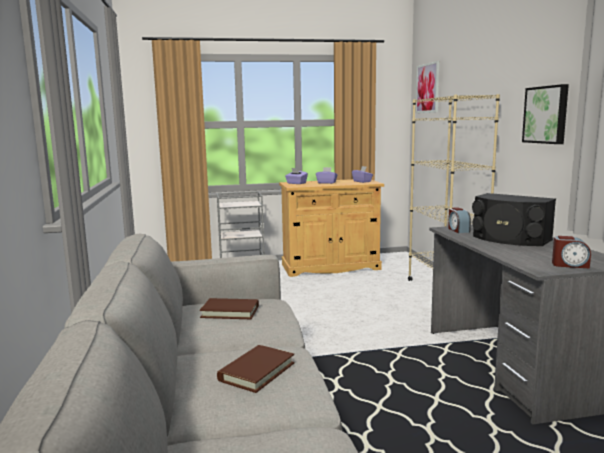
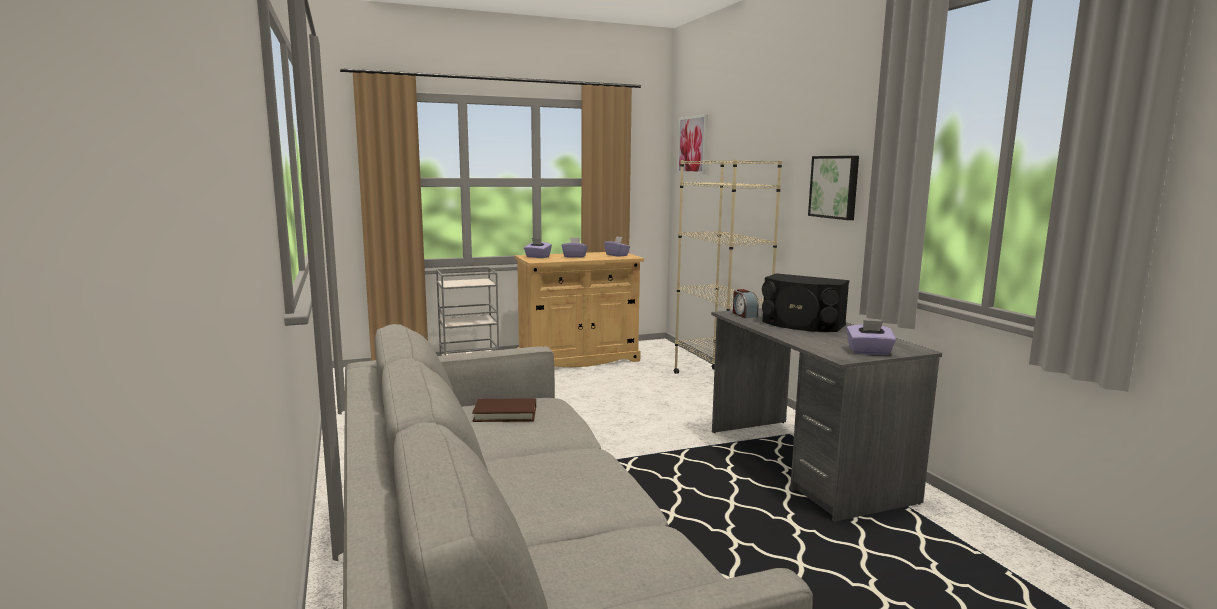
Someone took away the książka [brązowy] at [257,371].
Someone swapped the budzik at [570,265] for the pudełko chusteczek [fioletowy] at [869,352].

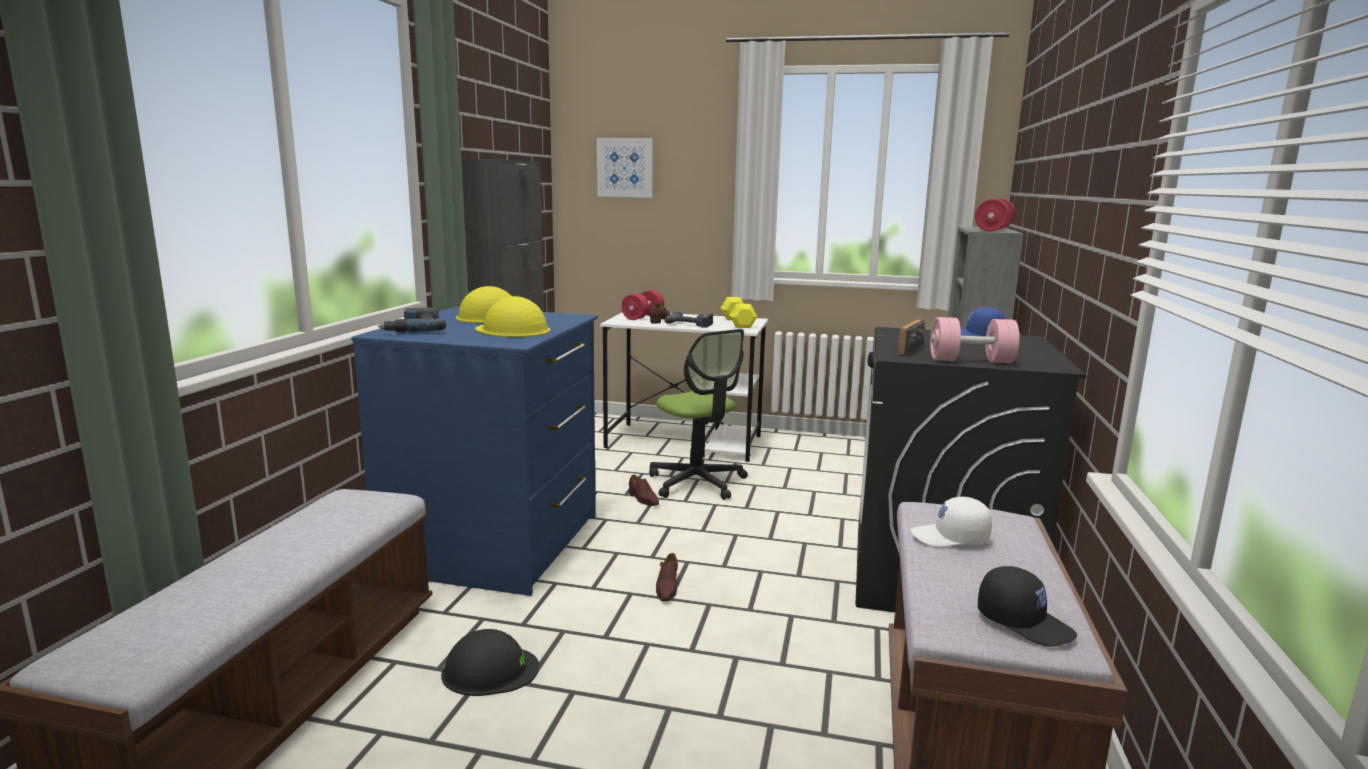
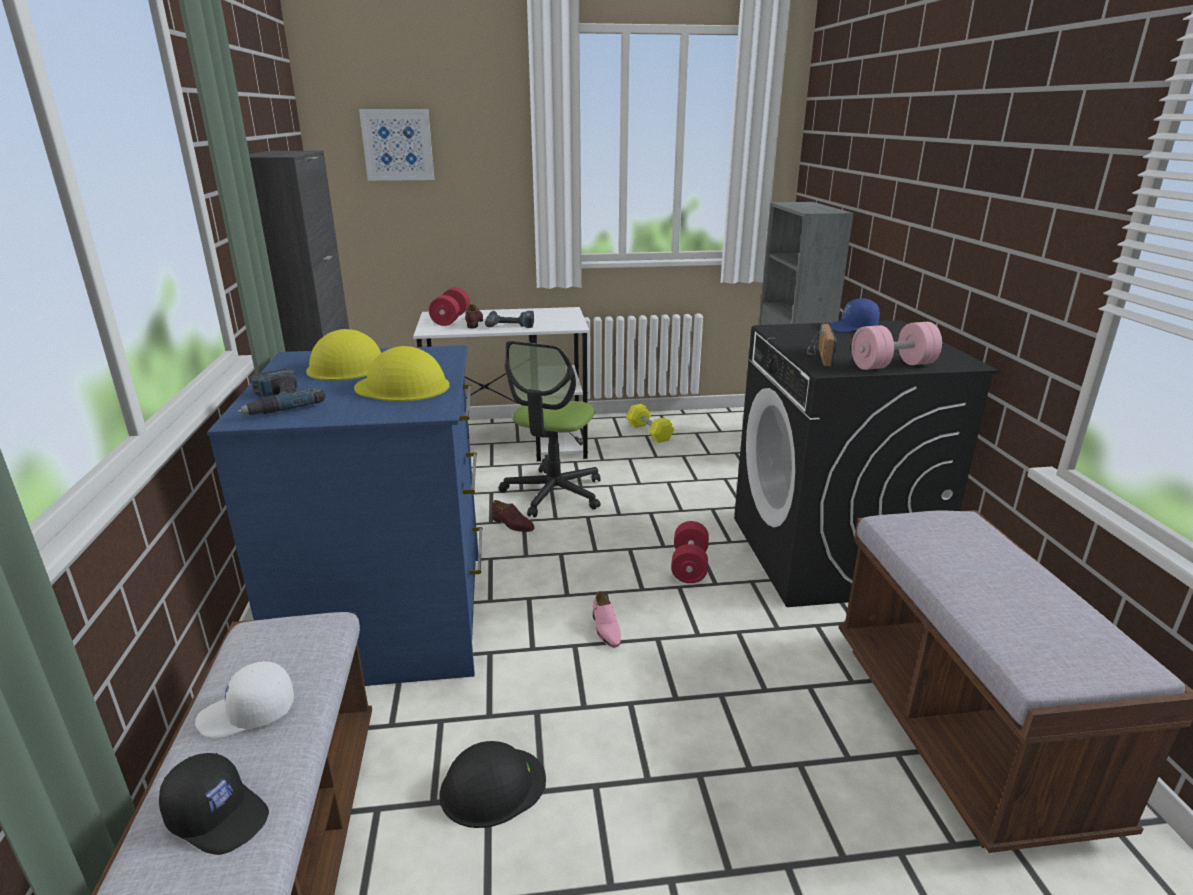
Someone carried the hantel [żółty] from [737,323] to [649,432].
Someone carried the czapka z daszkiem [biały] from [950,538] to [247,714].
Someone carried the hantel [czerwony] from [993,230] to [689,566].
Someone carried the czapka z daszkiem [czarny] from [1024,622] to [219,815].
Someone repainted the but [brązowy] at [667,587], which became the but [różowy] at [605,629].
Someone rotated the krzesło biurowe at [697,482] by 75 degrees clockwise.

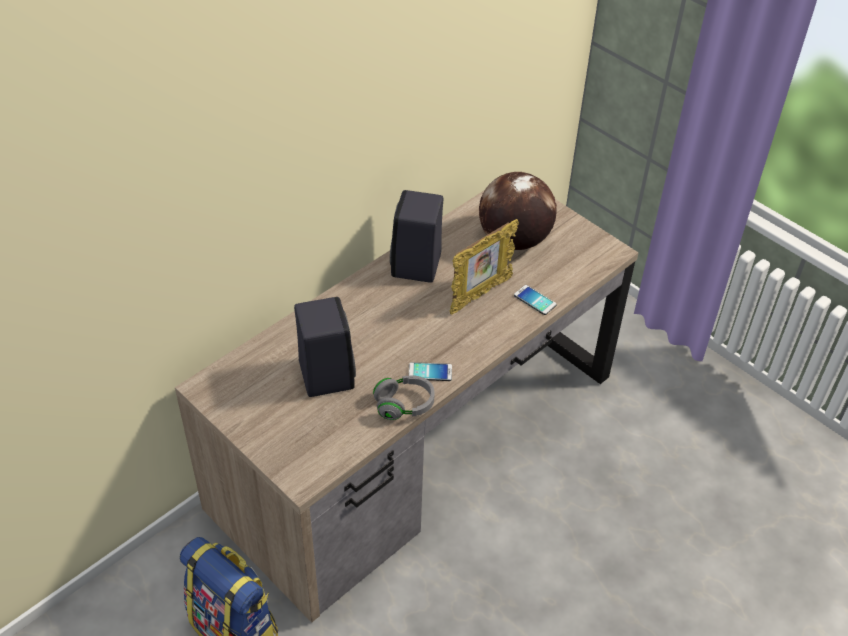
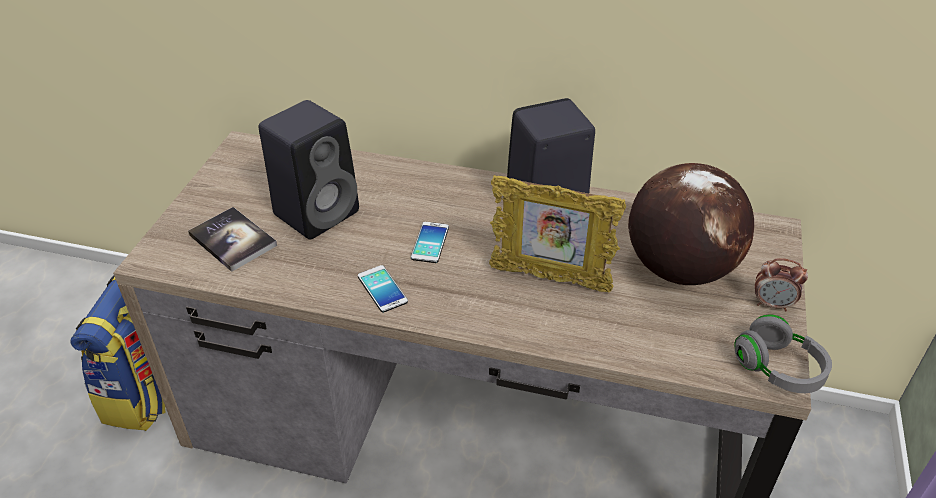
Someone put down the książka at [233,240].
Someone put down the budzik at [772,304].
Someone carried the słuchawki [szary] from [404,405] to [778,369].
Someone carried the telefon from [535,300] to [430,243].

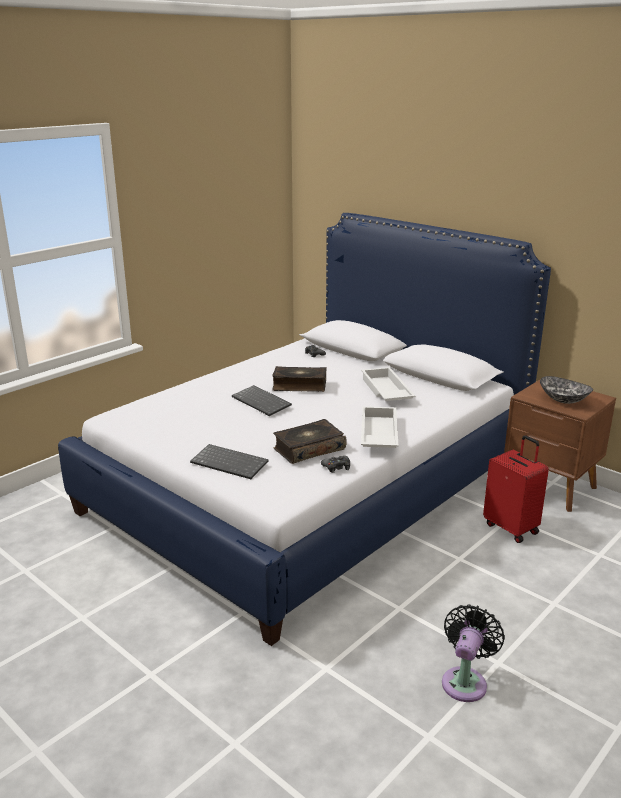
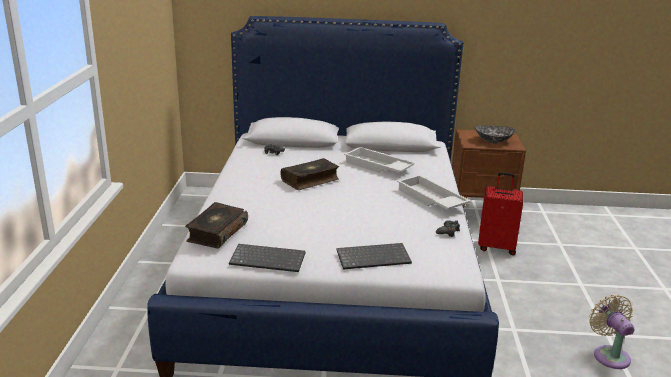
Someone carried the klawiatura from [262,402] to [269,259].
Someone carried the książka from [308,449] to [216,232].
Someone repainted the wentylator [czarny] at [465,681], which became the wentylator [beżowy] at [609,355].

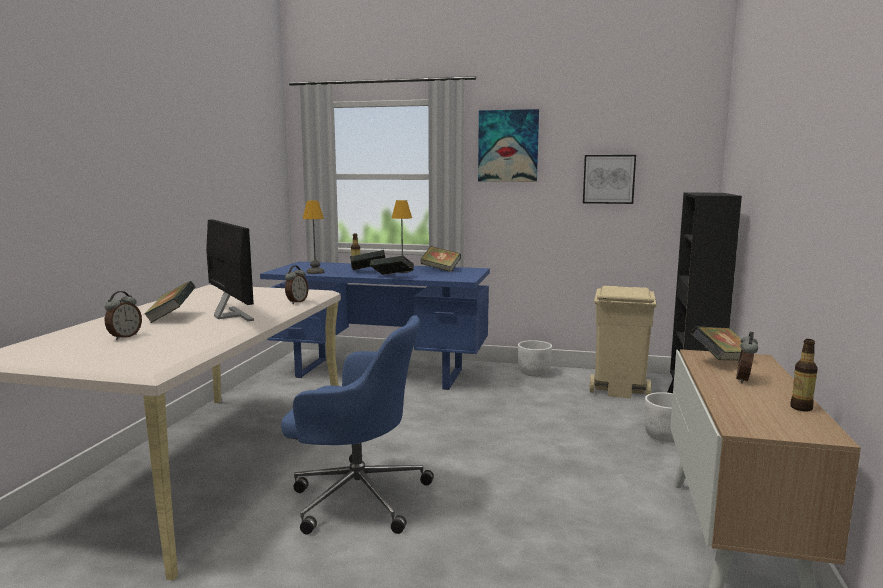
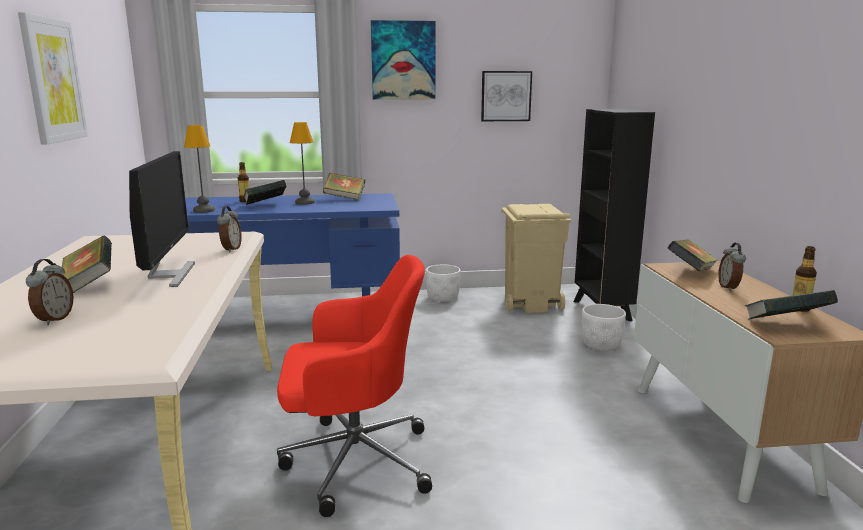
Someone put up the obraz at [53,80].
Someone carried the książka from [392,277] to [785,326].
Someone repainted the krzesło biurowe [niebieski] at [356,496], which became the krzesło biurowe [czerwony] at [353,461].
Someone rotated the monitor at [230,316] by 45 degrees clockwise.

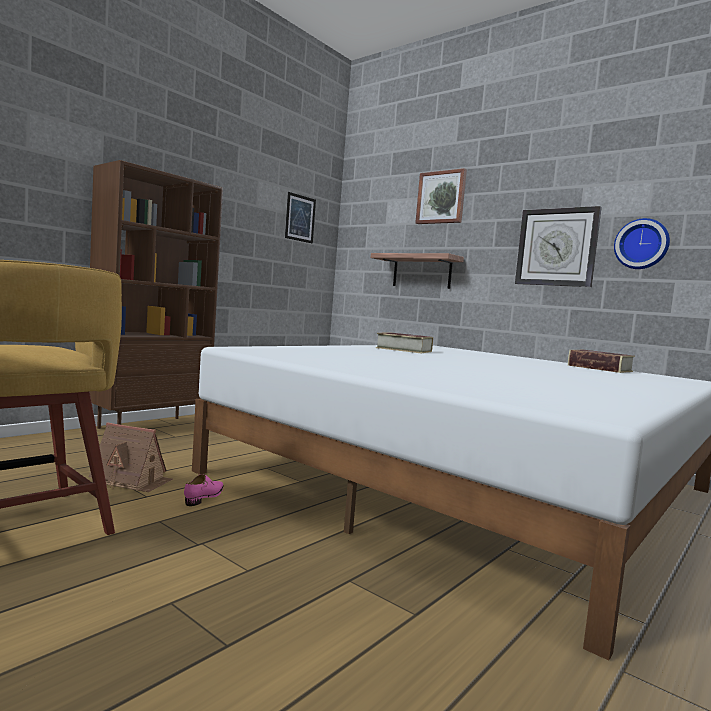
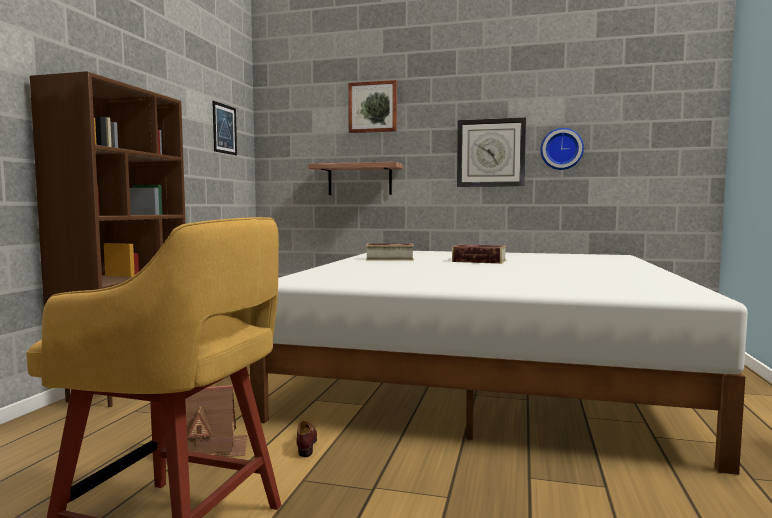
Someone carried the książka from [599,368] to [479,261].
Someone repainted the but [różowy] at [205,497], which became the but [brązowy] at [306,443].

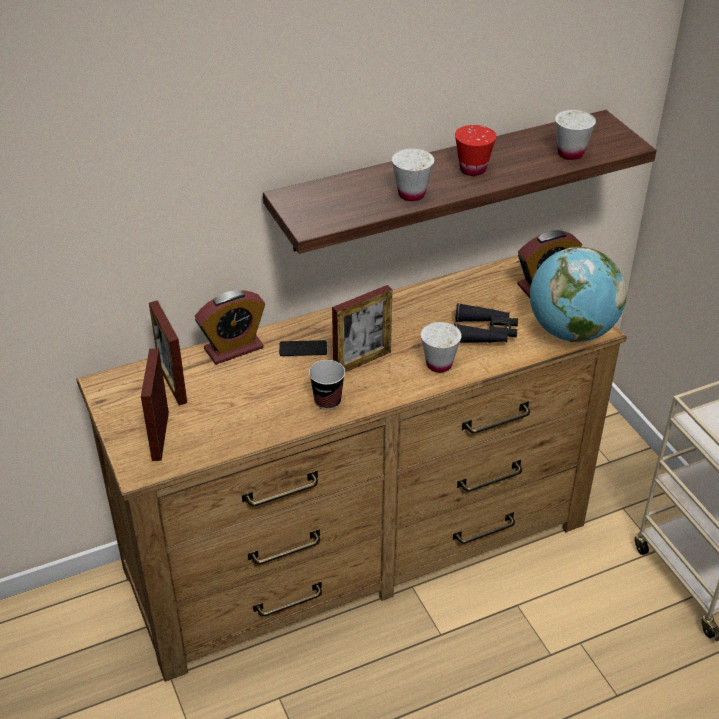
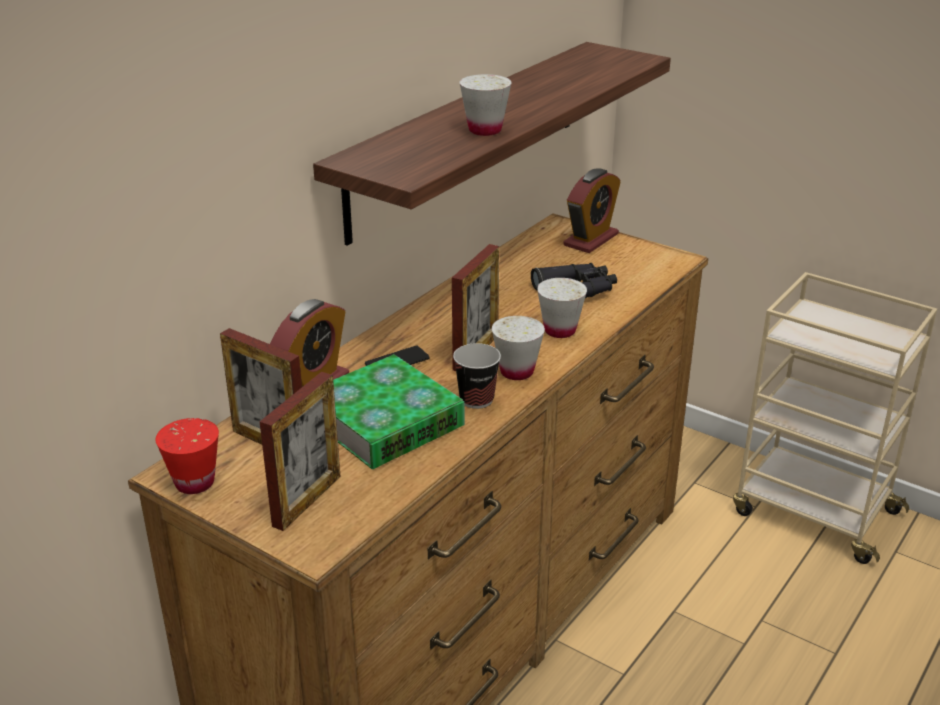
Someone took away the globus at [571,332].
Someone put down the książka at [385,422].
Someone carried the filiżanka [czerwony] from [473,169] to [194,483].
Someone carried the filiżanka [biały] from [570,153] to [517,372].
Someone rotated the ramka na zdjęcie at [160,436] by 120 degrees counterclockwise.

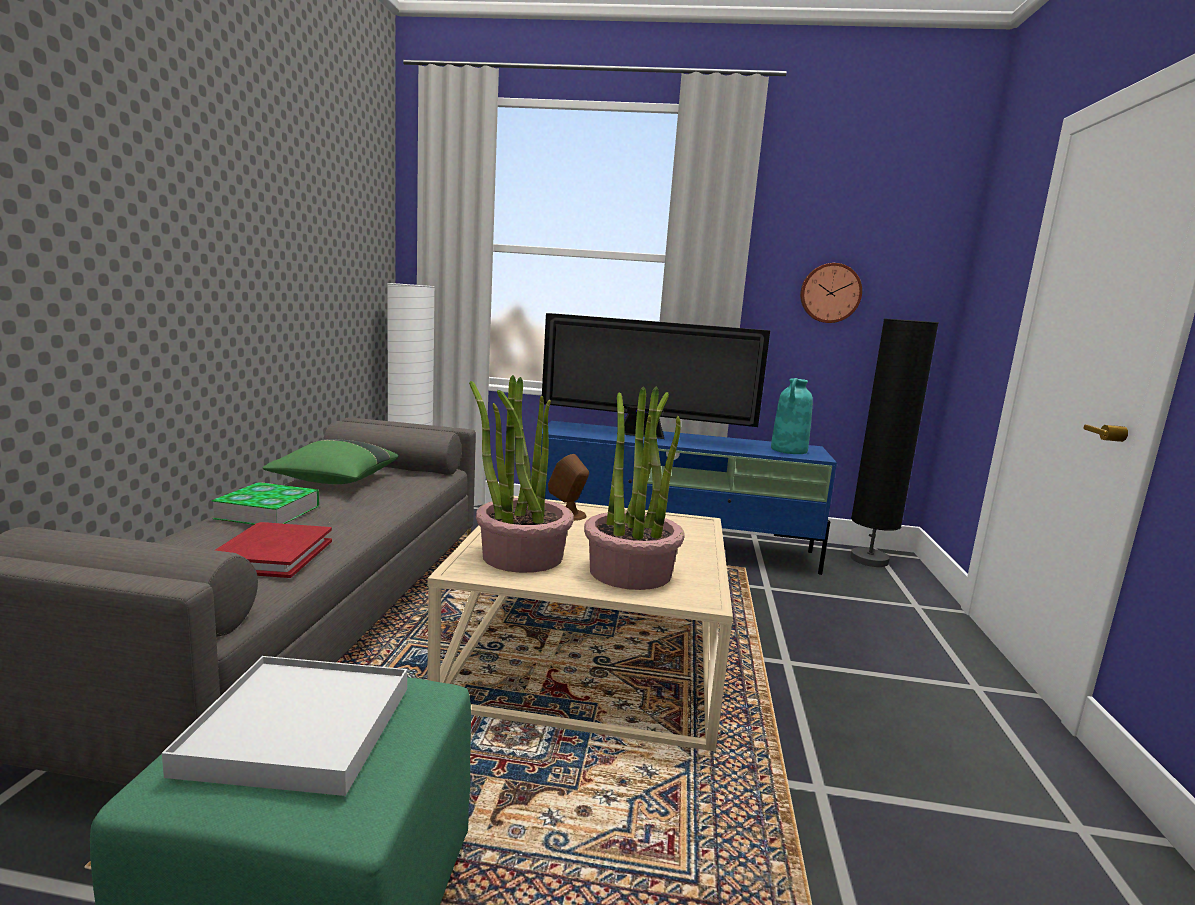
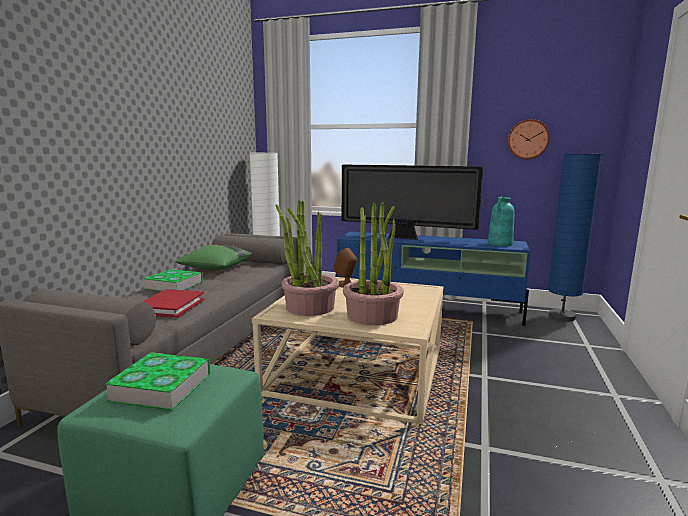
Someone swapped the taca [biały] at [299,728] for the książka at [161,387].
Someone repainted the lampa stojąca [czarny] at [869,560], which became the lampa stojąca [niebieski] at [562,317].

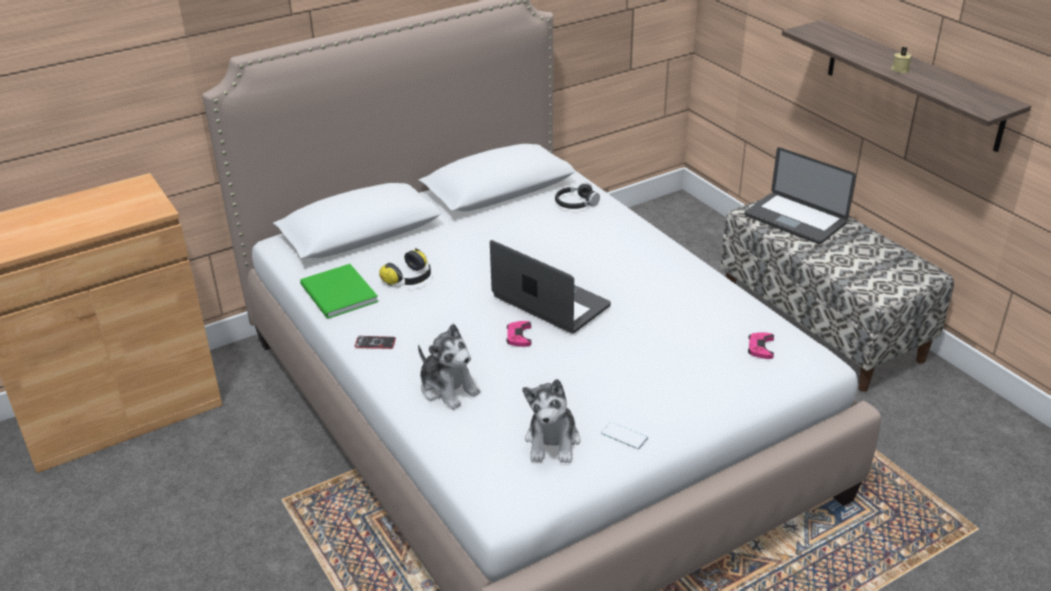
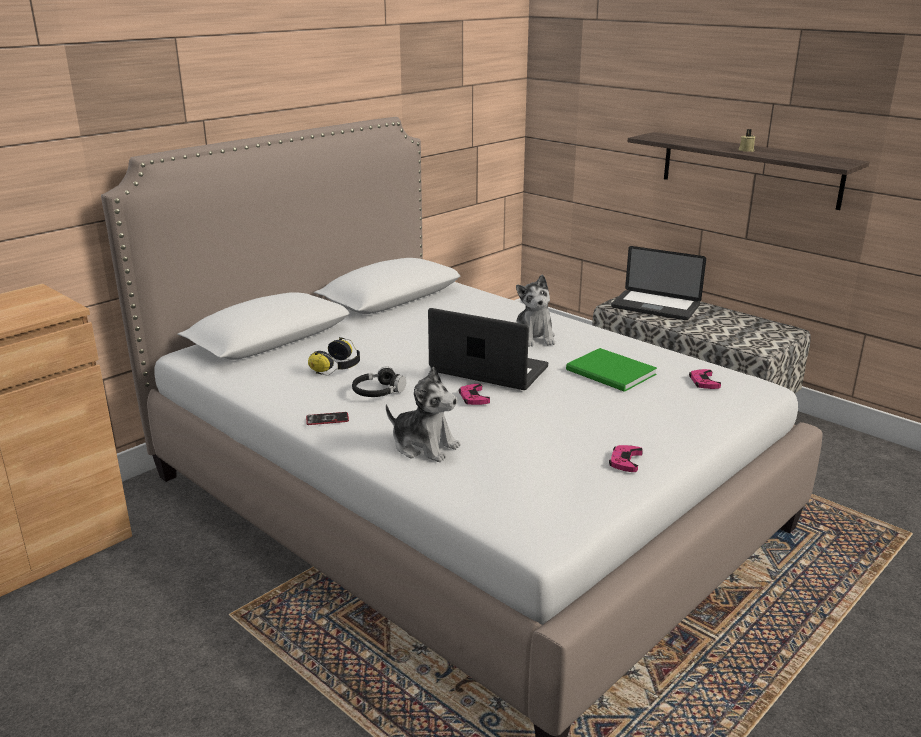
Someone carried the książka [zielony] from [338,295] to [611,373].
Someone carried the pluszak from [552,441] to [534,337].
Someone carried the słuchawki [czarny] from [576,203] to [378,392].
Someone swapped the telefon at [624,436] for the pad do gier [różowy] at [625,461].

